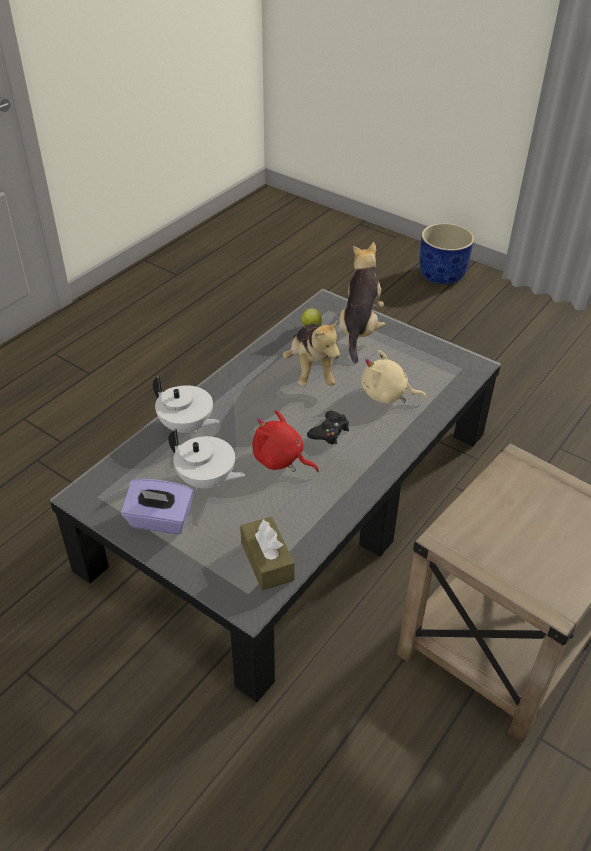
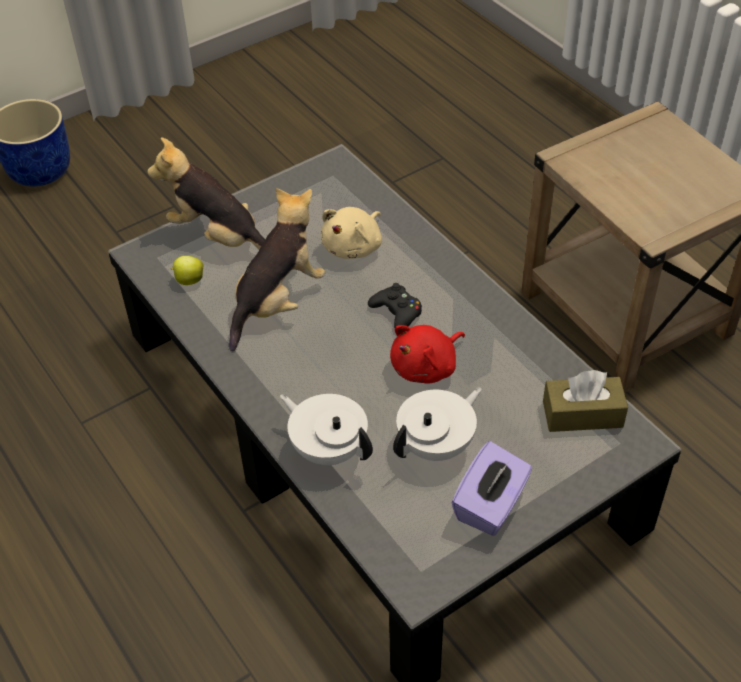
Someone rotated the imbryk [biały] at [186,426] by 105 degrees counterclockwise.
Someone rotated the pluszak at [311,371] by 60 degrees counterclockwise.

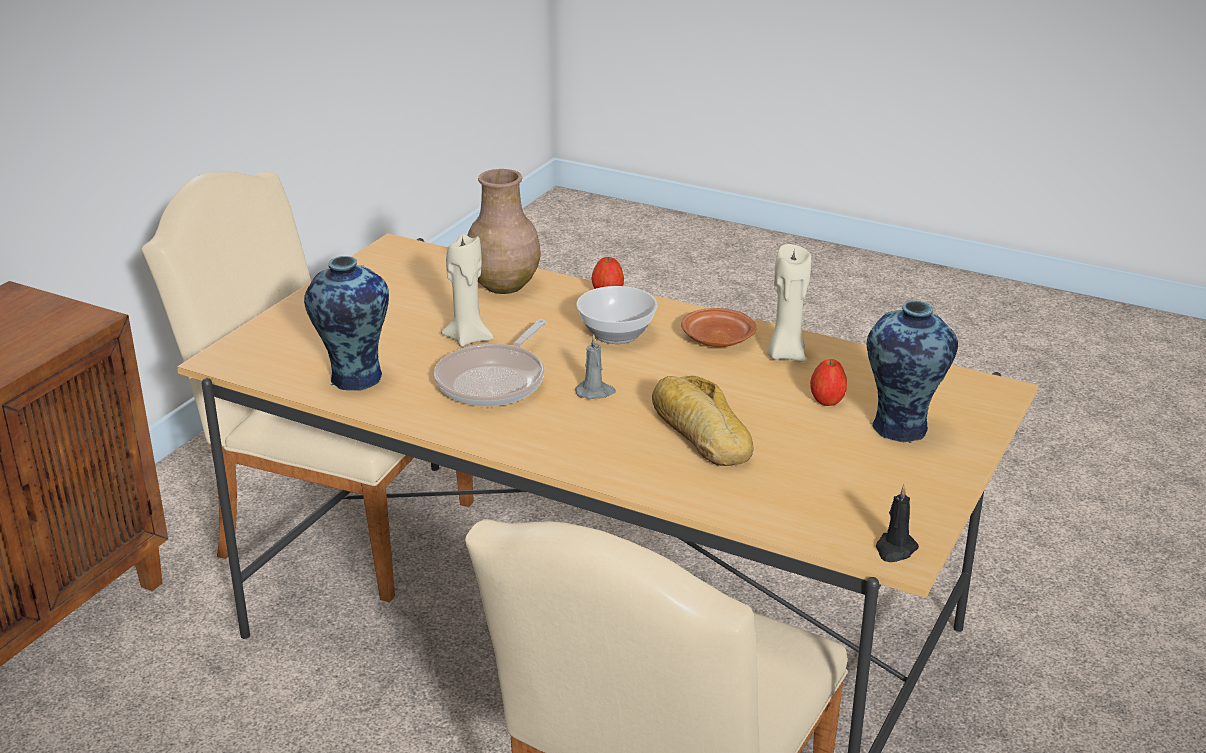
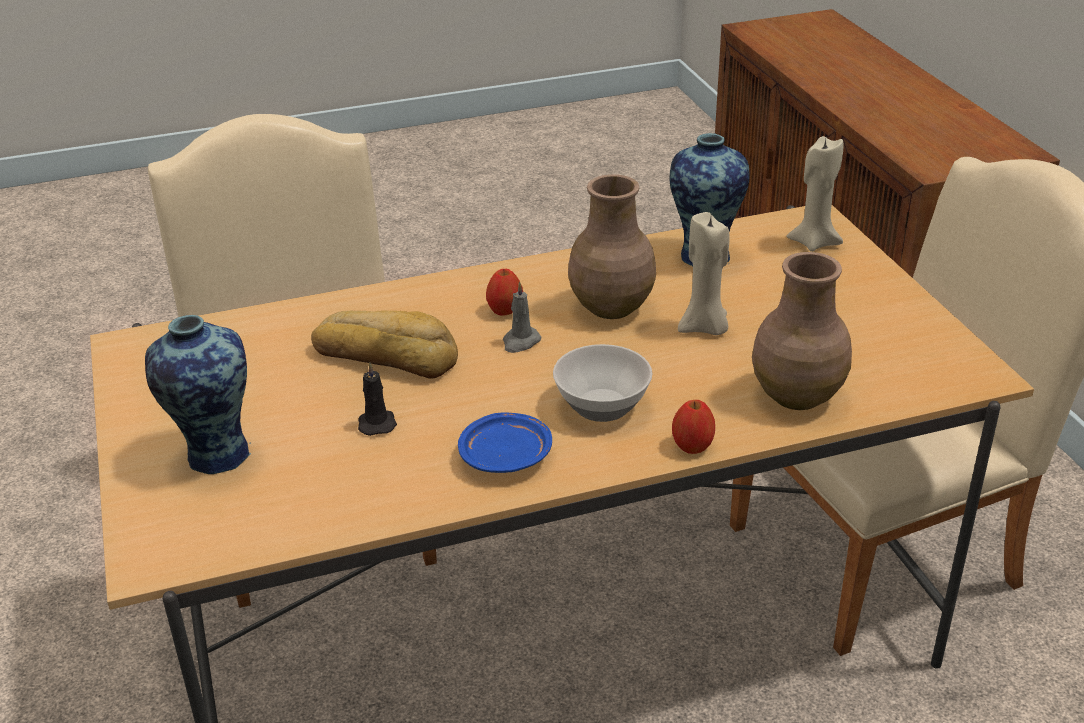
Someone carried the świeca [beżowy] from [785,354] to [814,242].
Someone carried the jabłko from [827,401] to [505,311].
Someone carried the świeca [czarny] from [895,549] to [376,423].
Someone swapped the patelnia at [494,380] for the wazon [brązowy] at [611,308].
Someone repainted the talerz [brązowy] at [716,339], which became the talerz [niebieski] at [506,456].

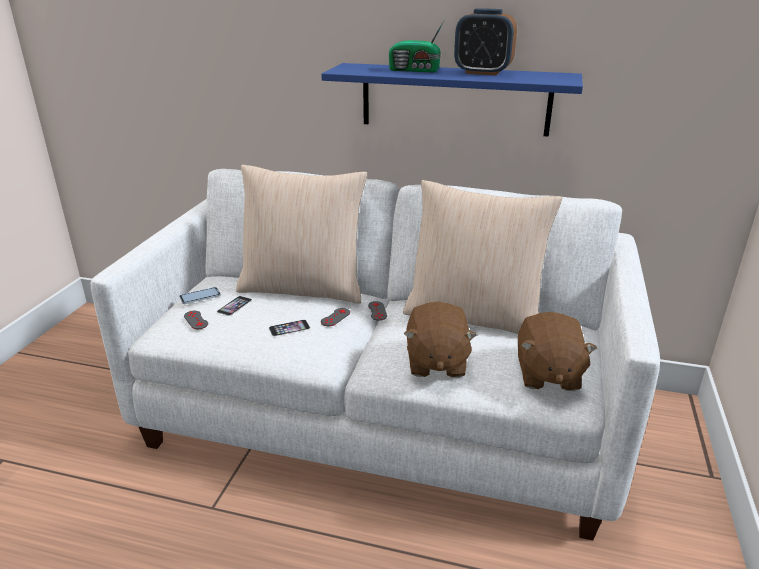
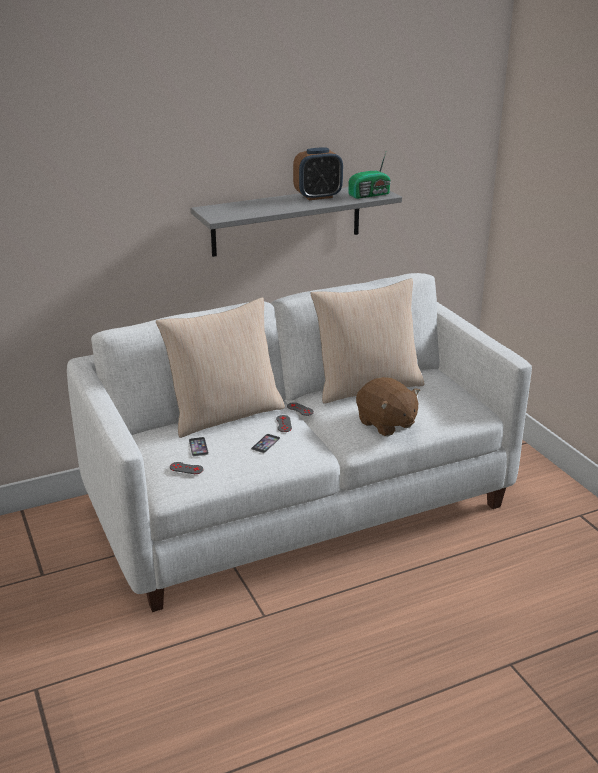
Someone took away the telefon at [200,296].
Someone took away the pluszak [brązowy] at [547,374].
Someone carried the radio from [415,70] to [370,195].
Someone repainted the półka [niebieski] at [454,99], which became the półka [szary] at [287,220].

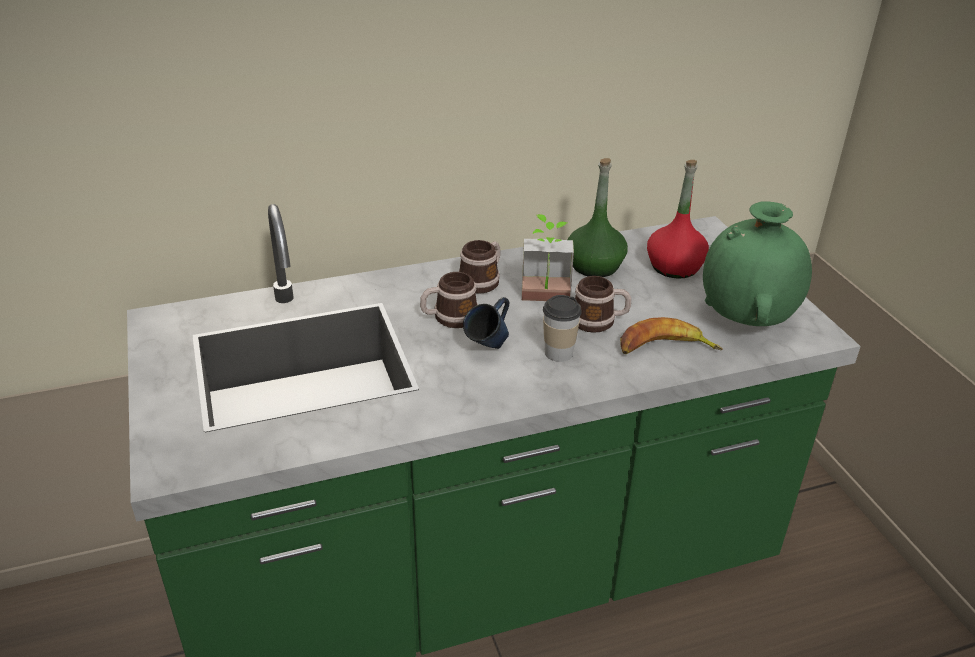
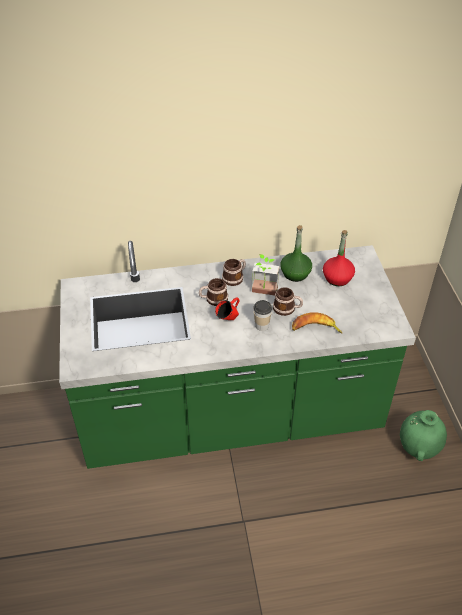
Someone carried the wazon [zielony] from [745,321] to [418,449].
Someone repainted the kubek [niebieski] at [488,349], which became the kubek [czerwony] at [228,320].

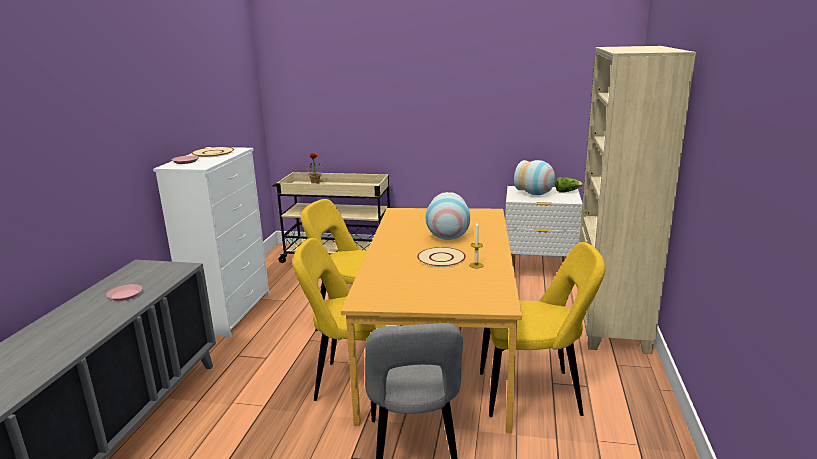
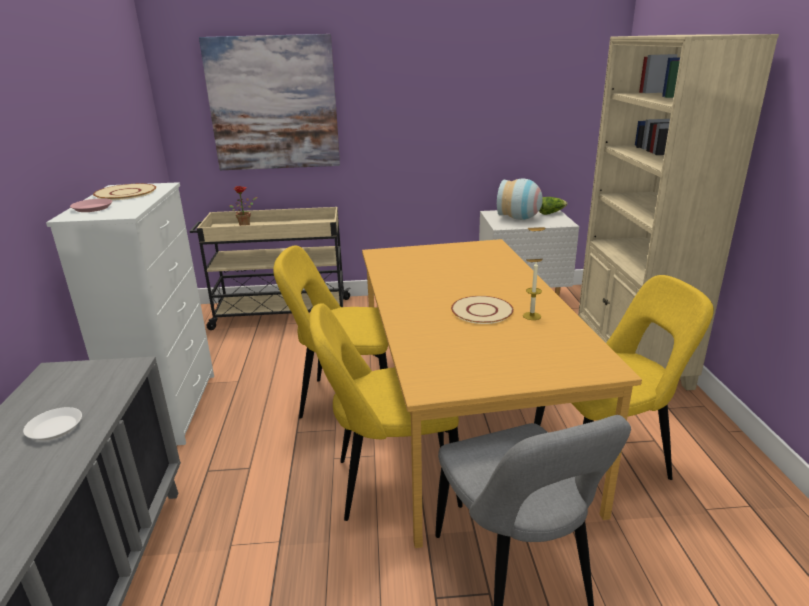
Someone took away the wazon at [448,237].
Someone put up the obraz at [273,104].
Someone repainted the talerz [różowy] at [125,295], which became the talerz [biały] at [54,428].

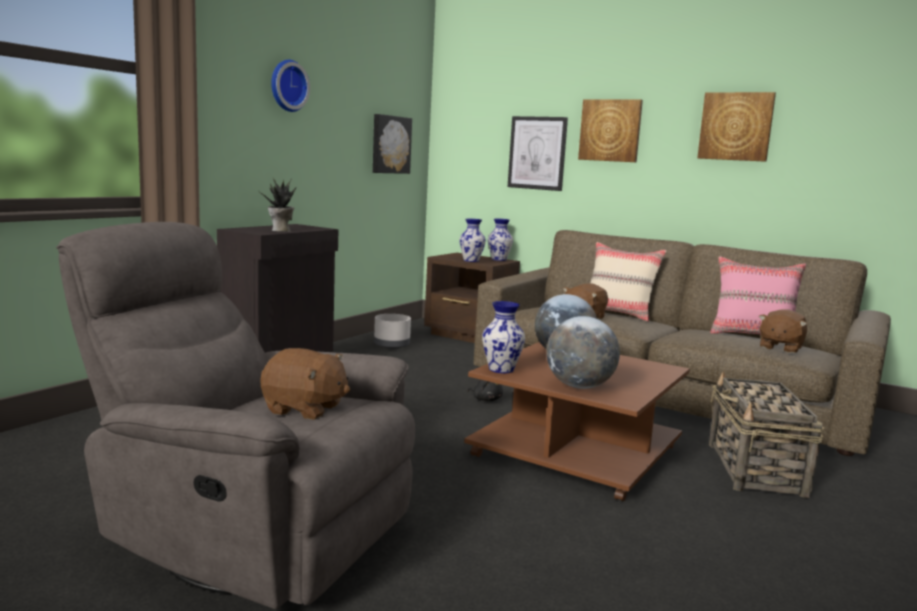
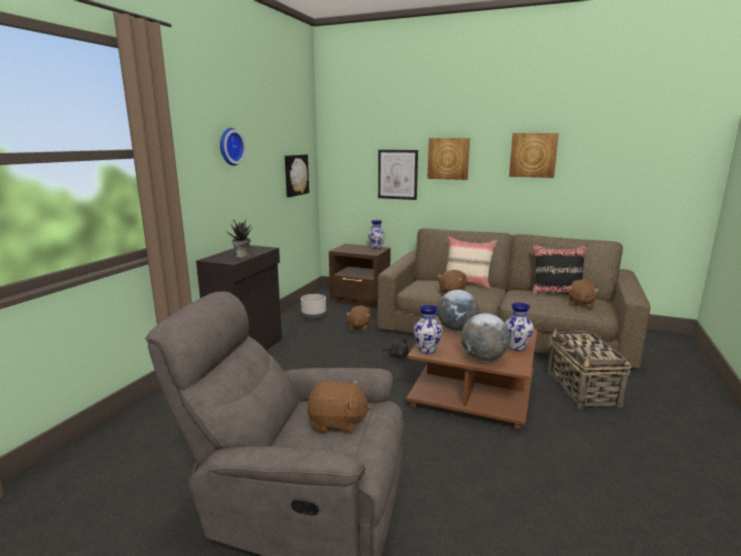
Someone put down the pluszak [brązowy] at [359,327].
Someone carried the wazon from [471,260] to [516,347].
Someone repainted the poduszka [różowy] at [752,335], which became the poduszka [czarny] at [556,293].

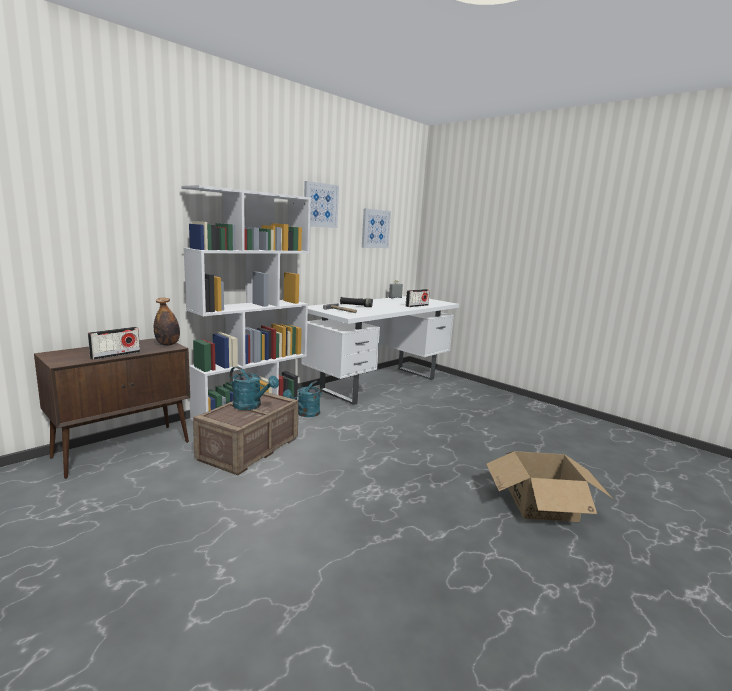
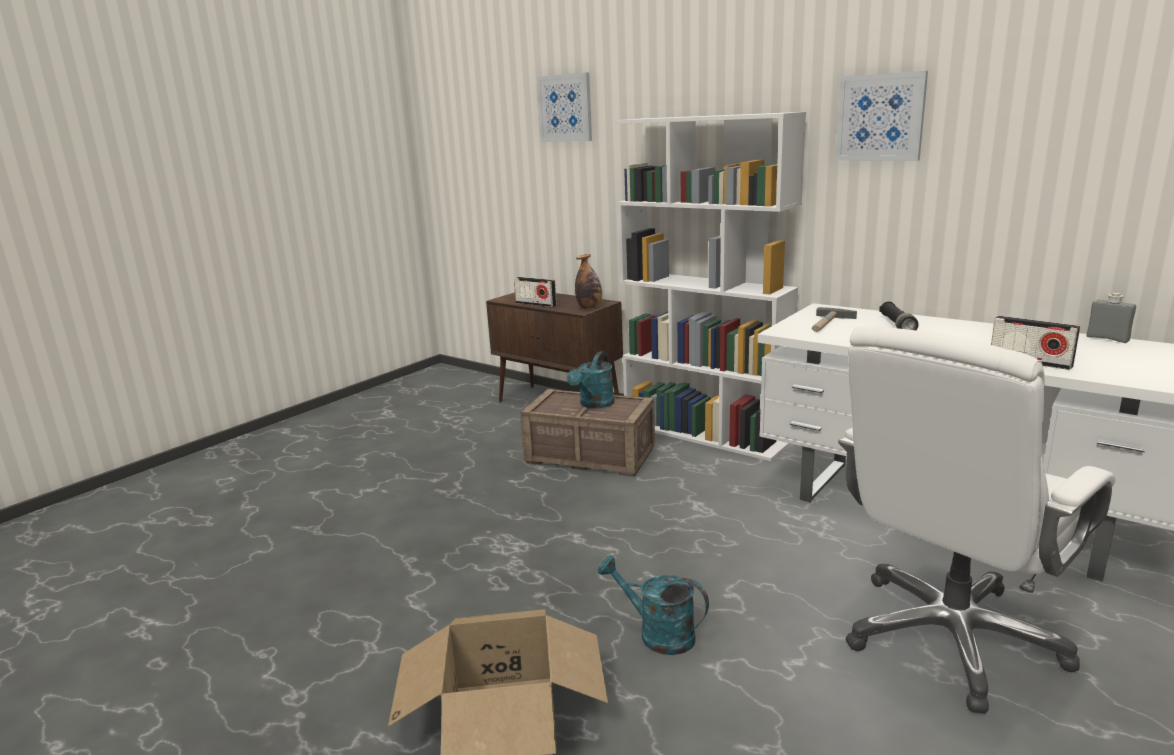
Someone put down the krzesło biurowe [biały] at [951,638].
Someone carried the konewka [turkusowy] from [305,414] to [657,634].
Someone carried the obraz from [375,229] to [565,108].

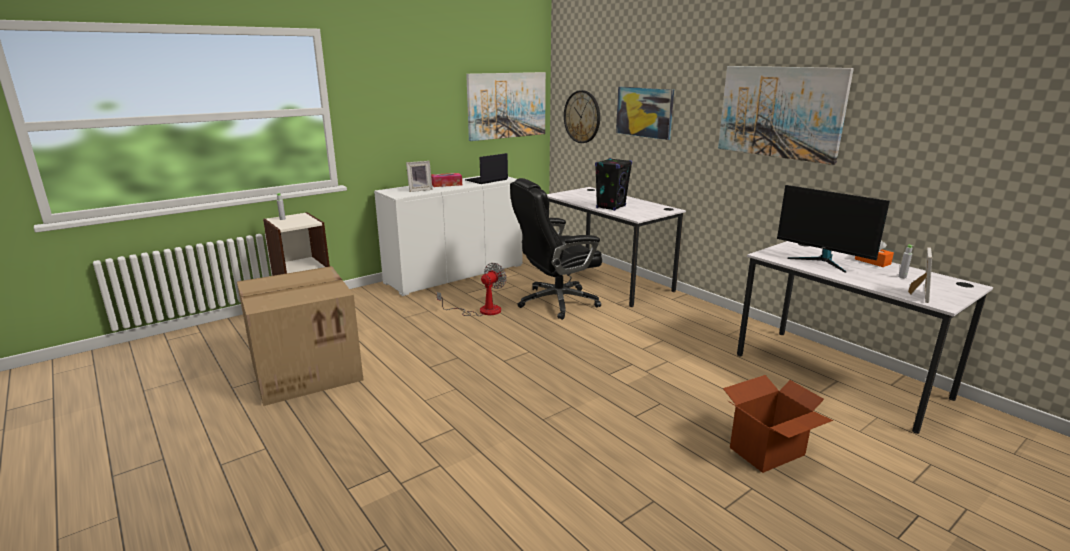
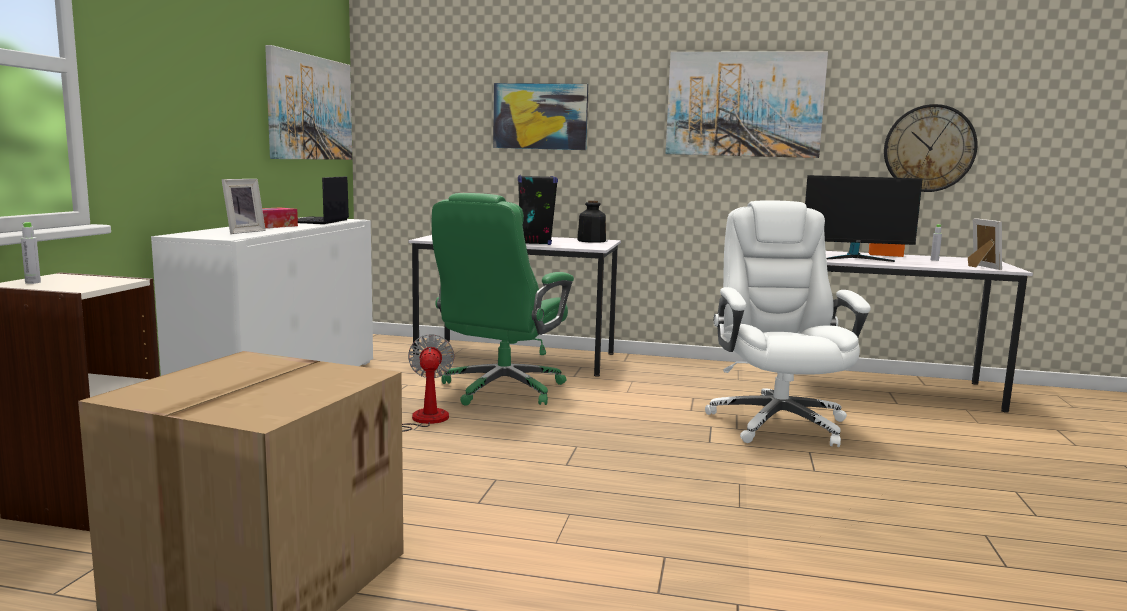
Someone took away the karton at [768,452].
Someone put down the butelka at [591,241].
Someone put down the krzesło biurowe [biały] at [777,422].
Someone carried the zegar ścienny from [582,117] to [929,148].
Someone repainted the krzesło biurowe [czarny] at [556,302], which became the krzesło biurowe [zielony] at [501,390].

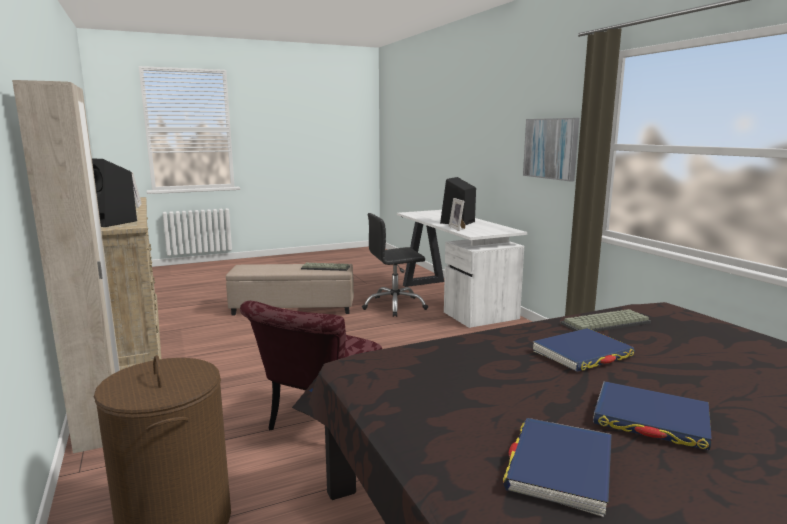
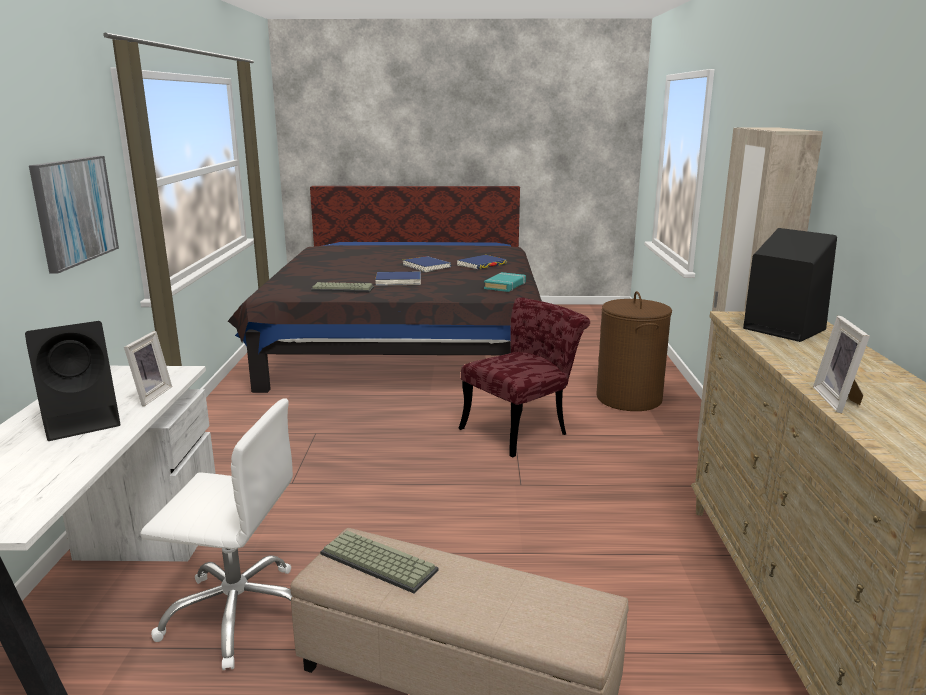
Someone put down the książka [turkusowy] at [505,286].
Someone repainted the krzesło biurowe [czarny] at [394,306], which became the krzesło biurowe [biały] at [238,613].

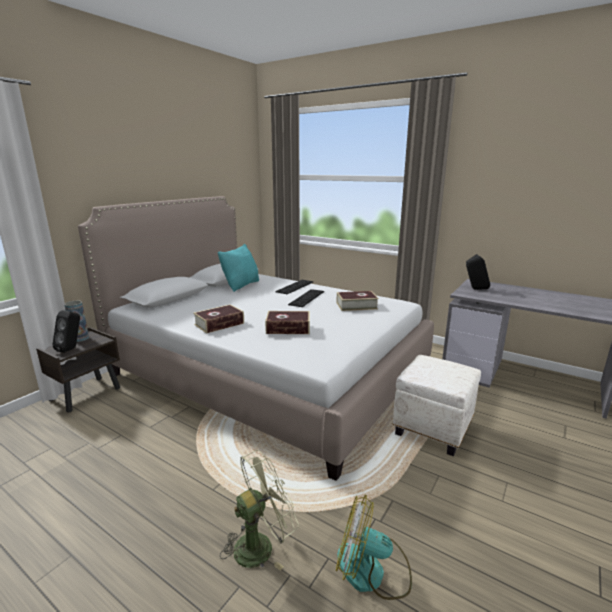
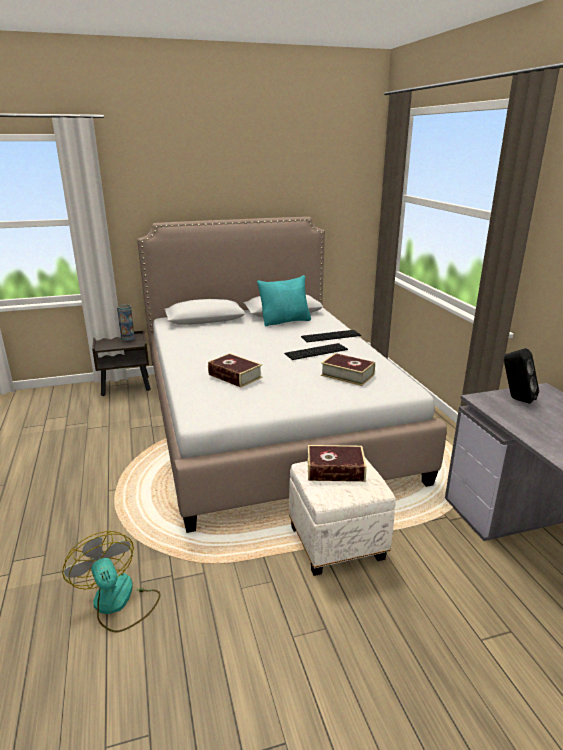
Someone took away the głośnik [czarny] at [71,349].
Someone took away the wentylator [zielony] at [260,544].
Someone carried the książka from [219,324] to [335,470].

